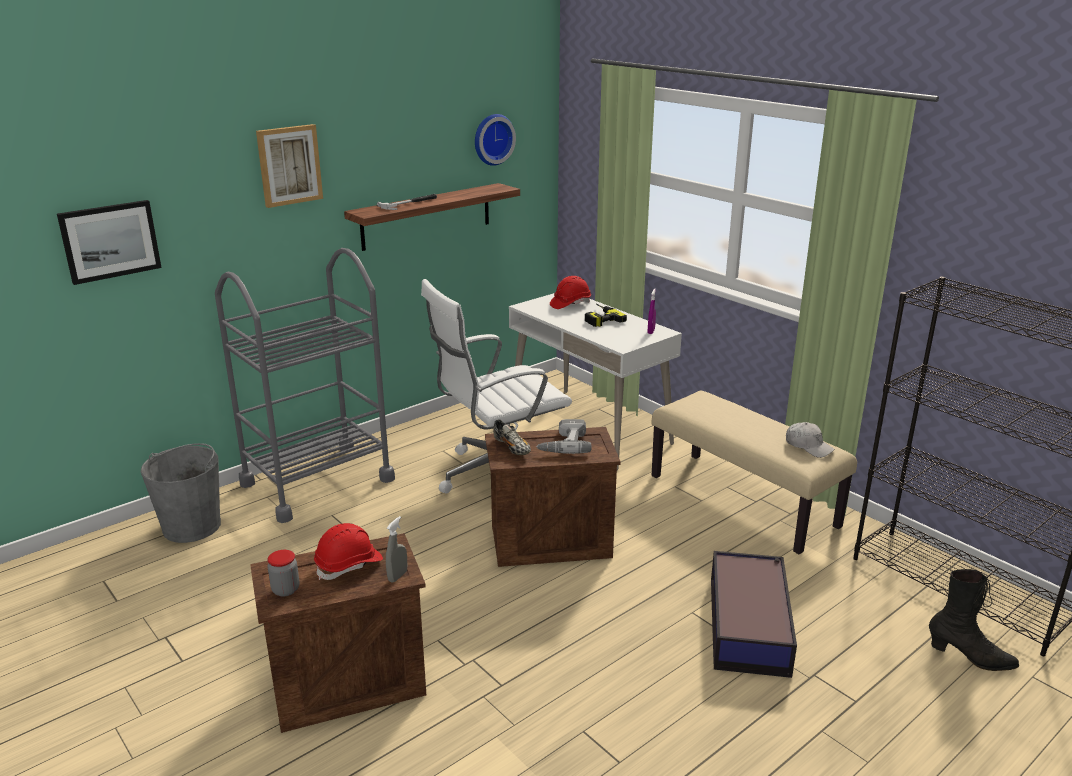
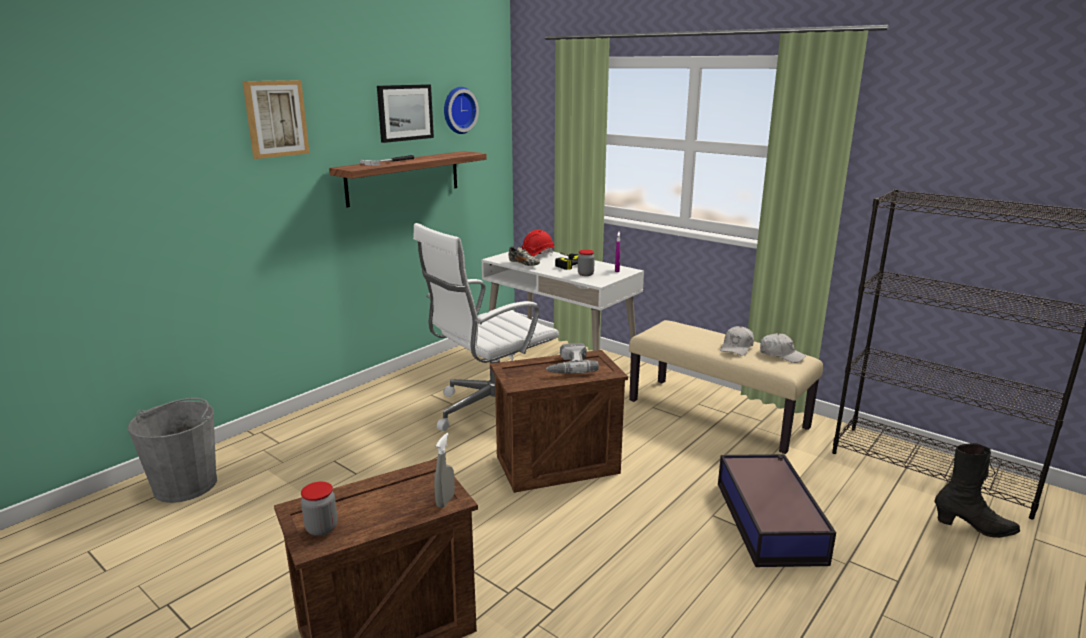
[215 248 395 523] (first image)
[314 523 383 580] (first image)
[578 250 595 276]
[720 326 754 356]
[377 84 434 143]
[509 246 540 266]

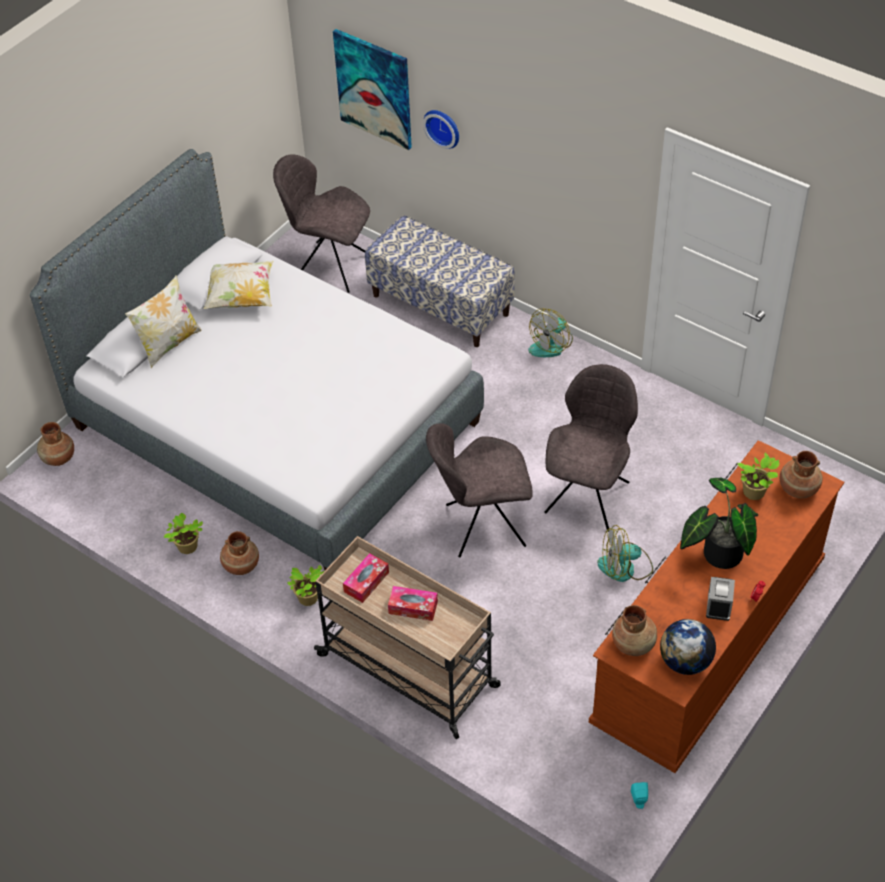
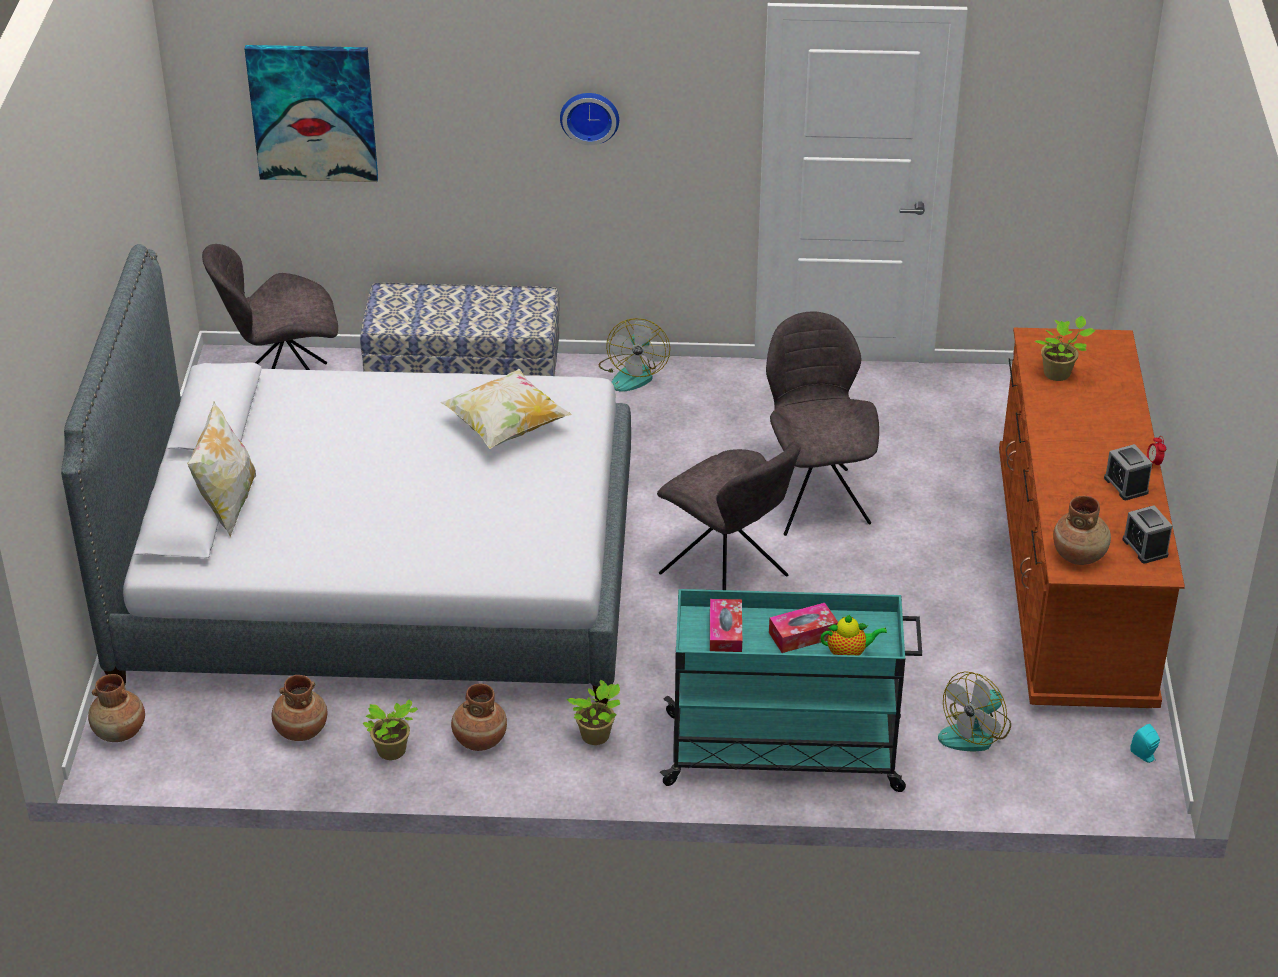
[680 478 758 569] (first image)
[821 614 887 655]
[440 369 571 449]
[560 93 619 145]
[938 671 1011 752]
[272 675 327 741]
[1123 505 1172 563]
[660 589 922 792]
[657 442 801 590]

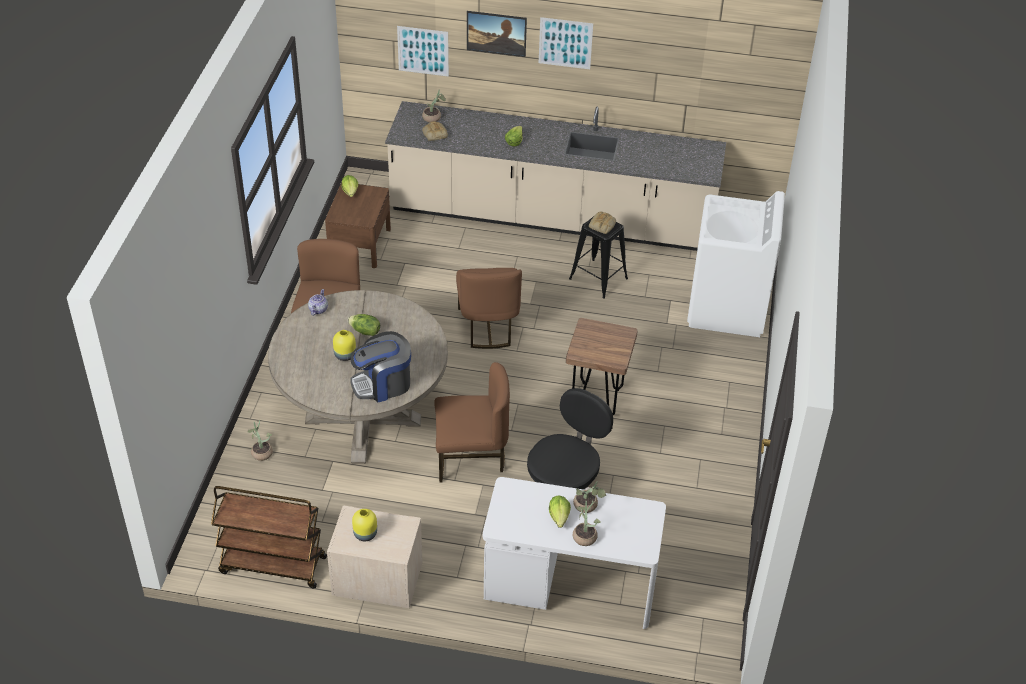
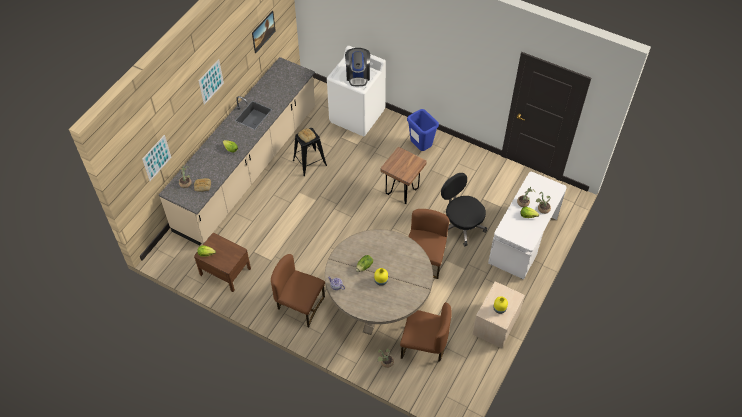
[211 486 327 589] (first image)
[407 109 439 151]
[345 48 370 86]
[400 302 452 362]
[252 11 276 53]

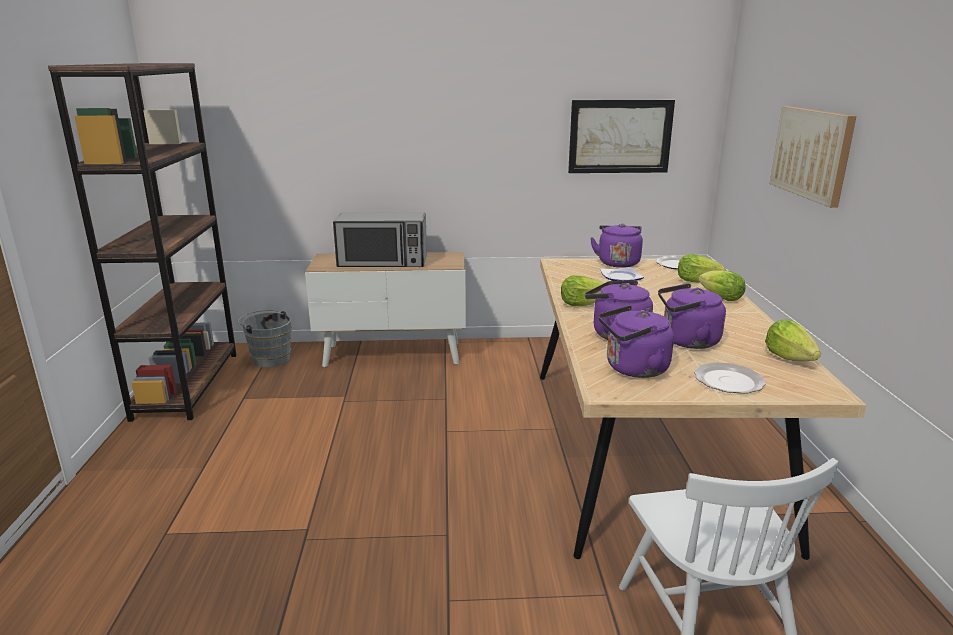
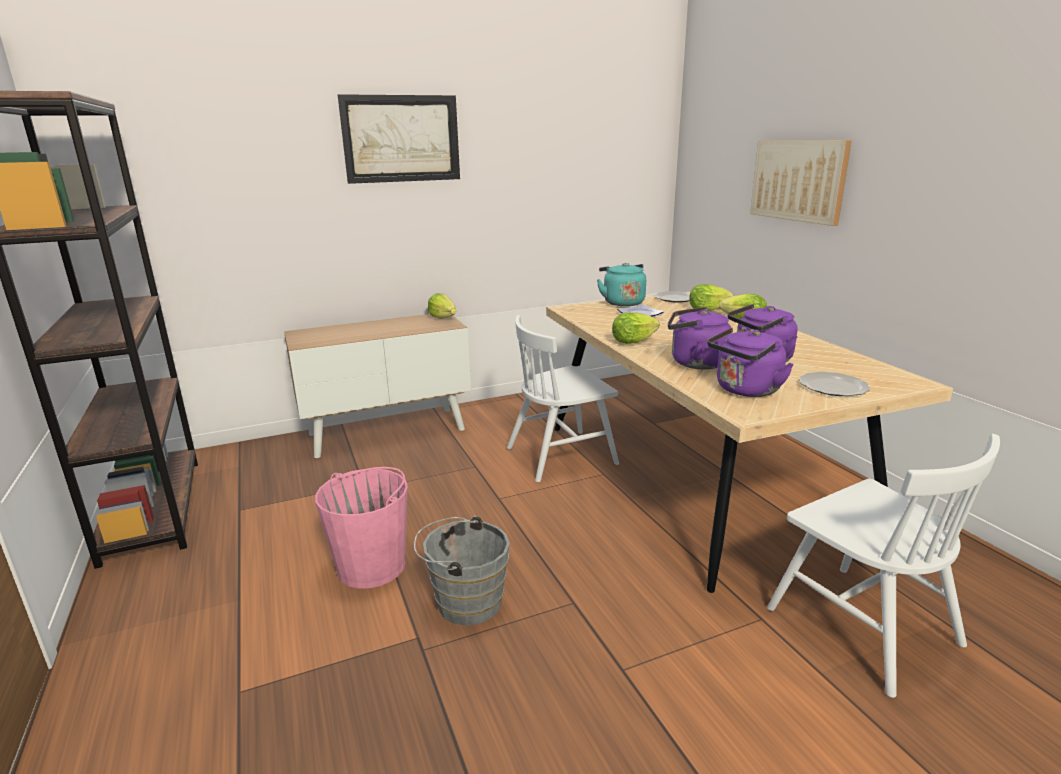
[333 212 427 267] (first image)
[315 467 408 589]
[507 315 619 482]
[414 515 510 626]
[338 94 460 184]
[428 293 456 319]
[597 263 646 306]

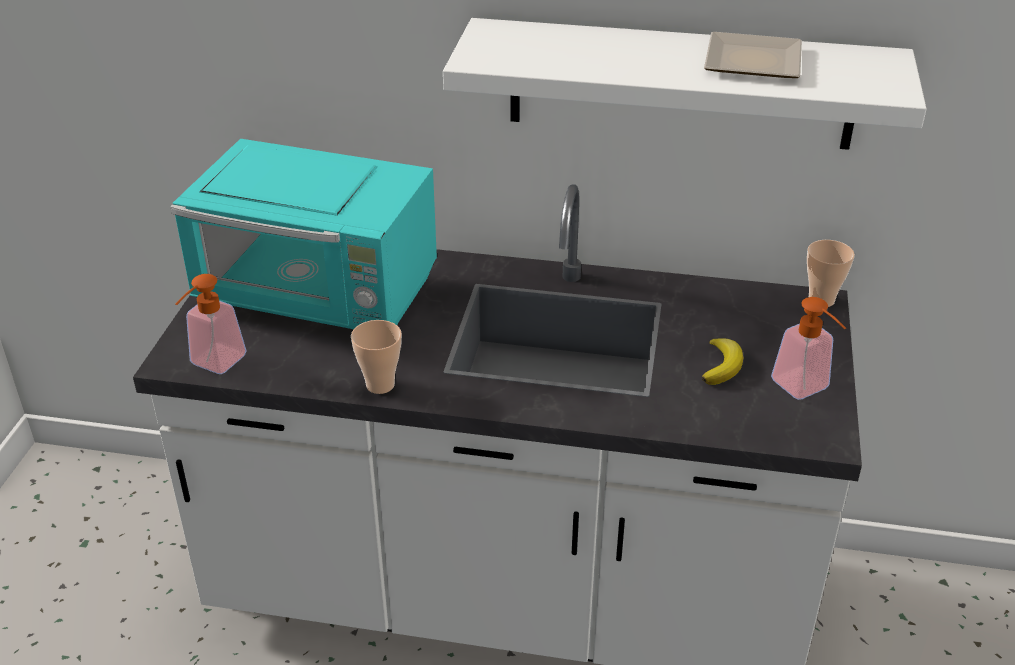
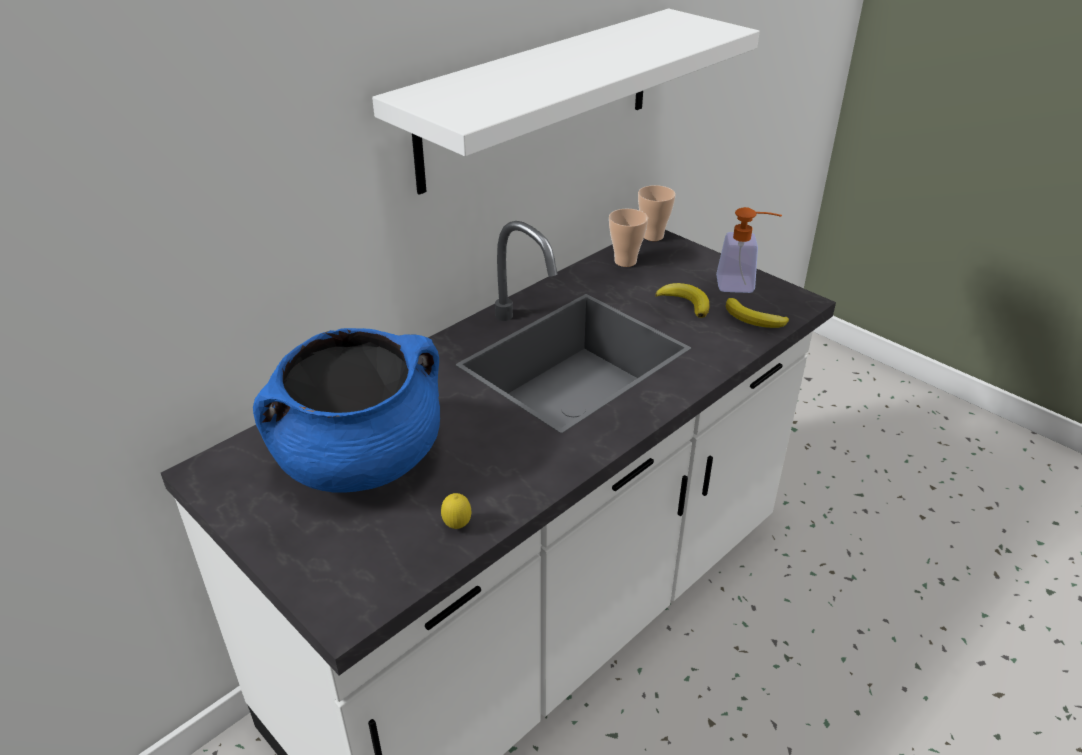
[175 274 247 374] (first image)
[704 32 802 78] (first image)
[441 493 471 529]
[726 298 789 328]
[609 209 648 267]
[253 328 440 493]

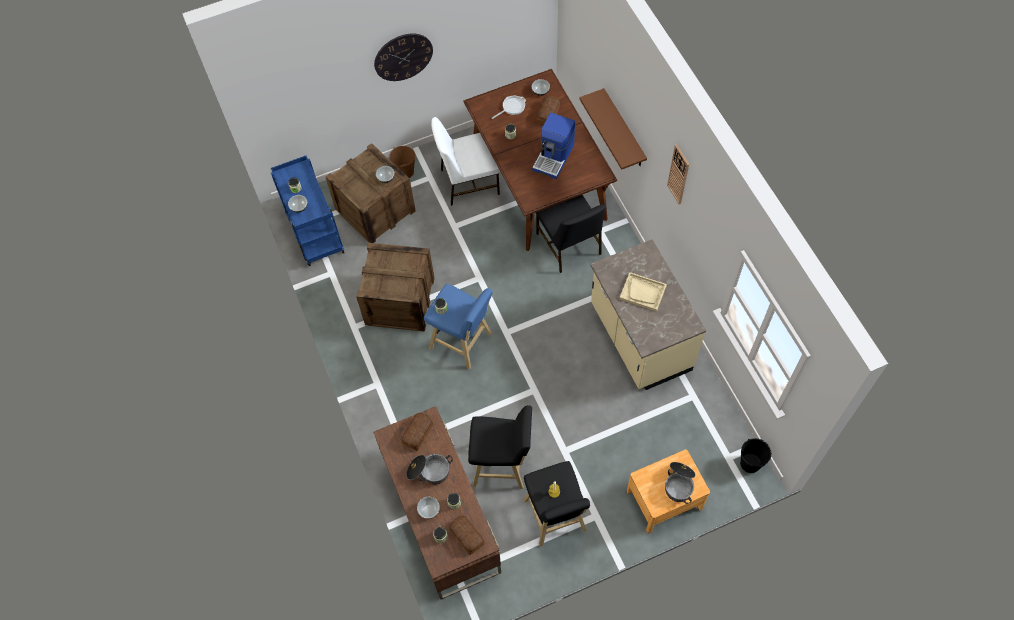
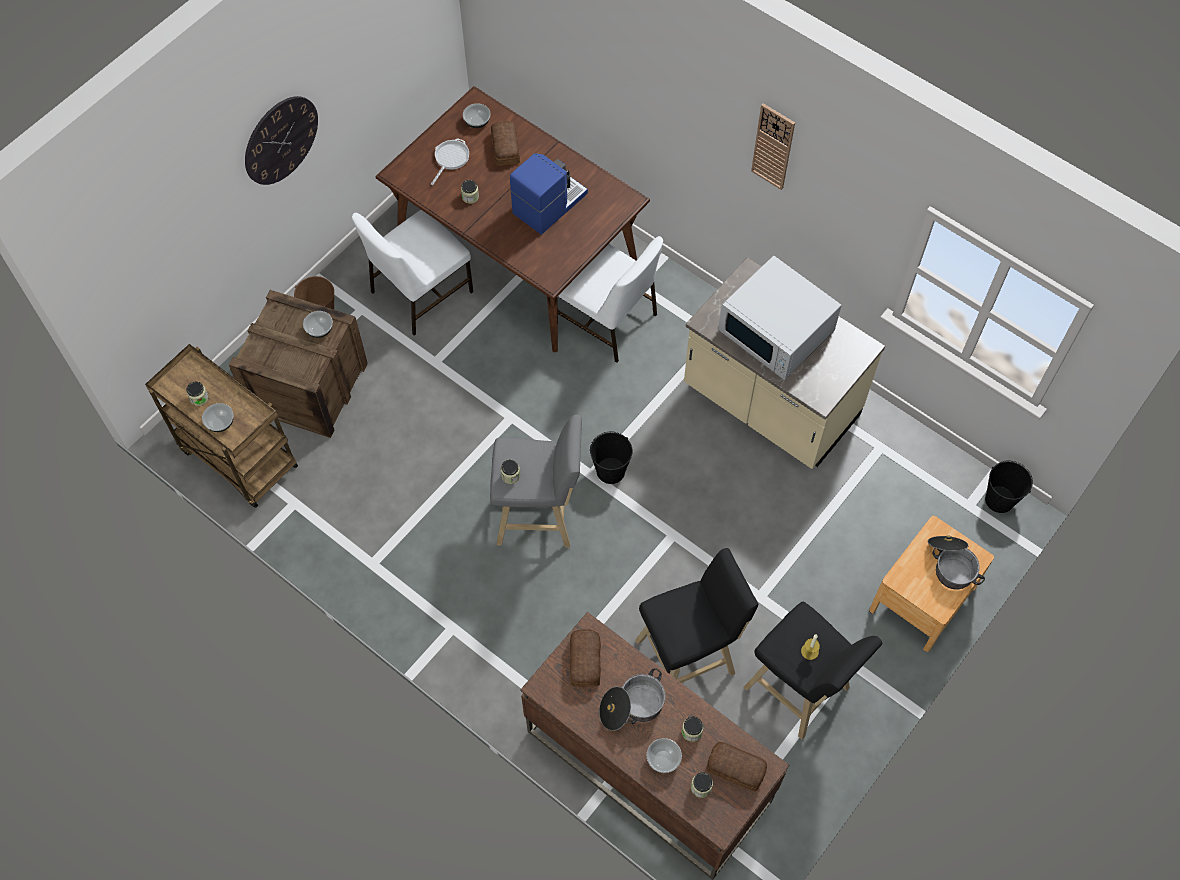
[356 243 435 332] (first image)
[579 88 647 170] (first image)
[590 432 633 484]
[718 256 841 380]
[145 344 298 508]
[490 415 582 548]
[558 236 663 363]
[510 153 588 234]

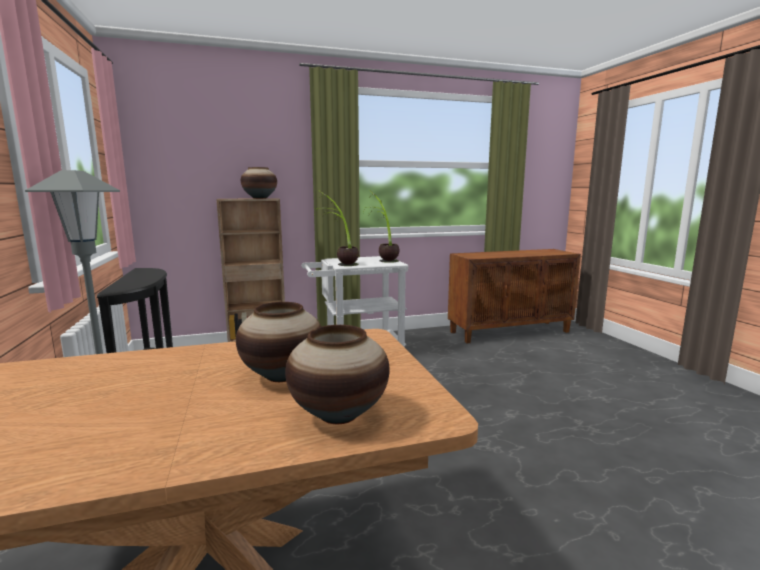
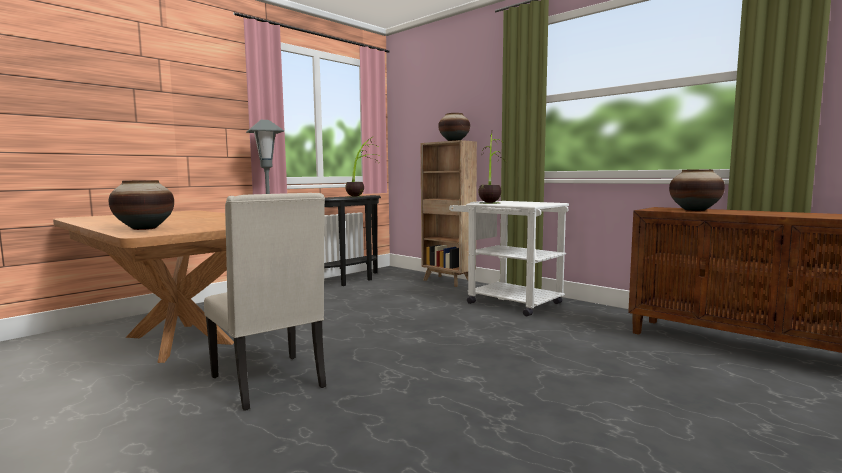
[204 193 326 411]
[669 169 725 211]
[345 136 381 197]

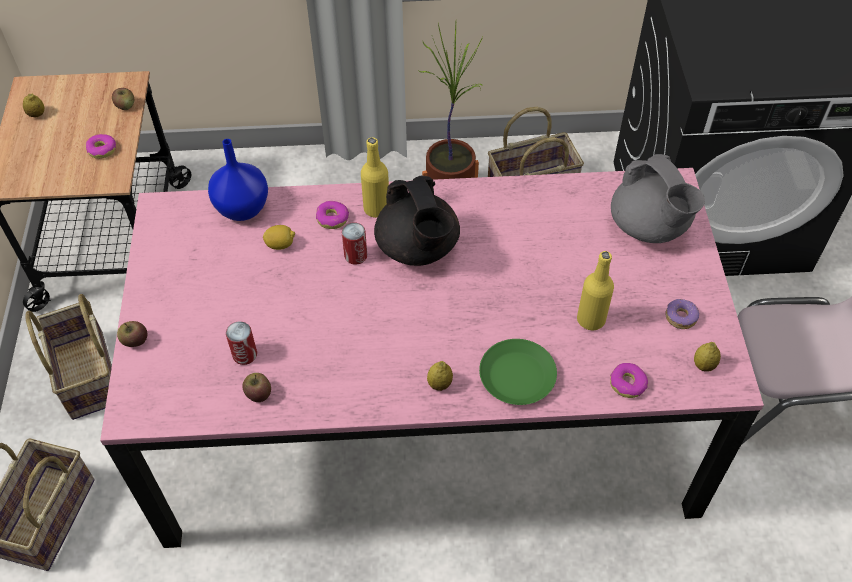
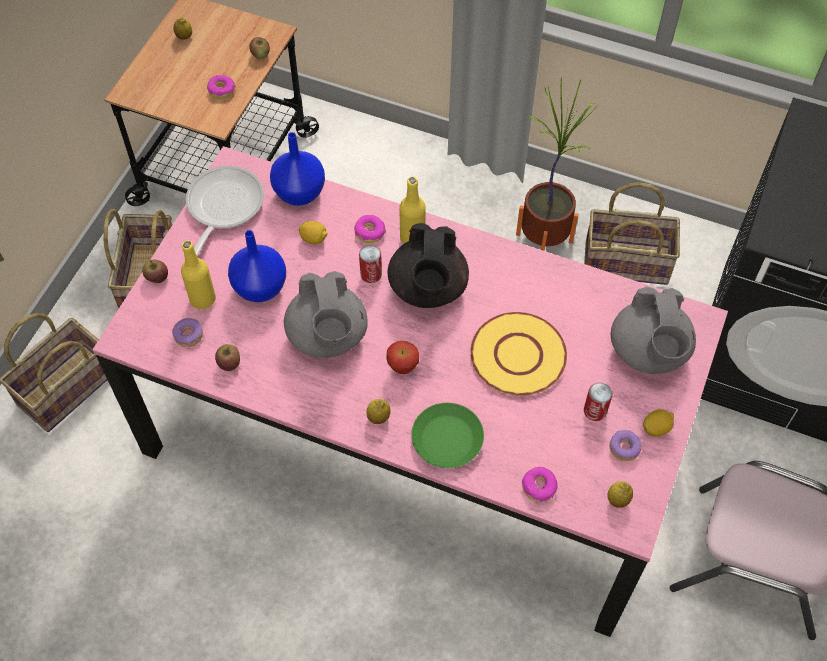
[172 318 203 347]
[186 166 264 256]
[228 230 286 302]
[284 271 368 358]
[386 341 419 374]
[470 312 567 396]
[643 409 674 437]
[584 383 612 421]
[181 240 216 309]

